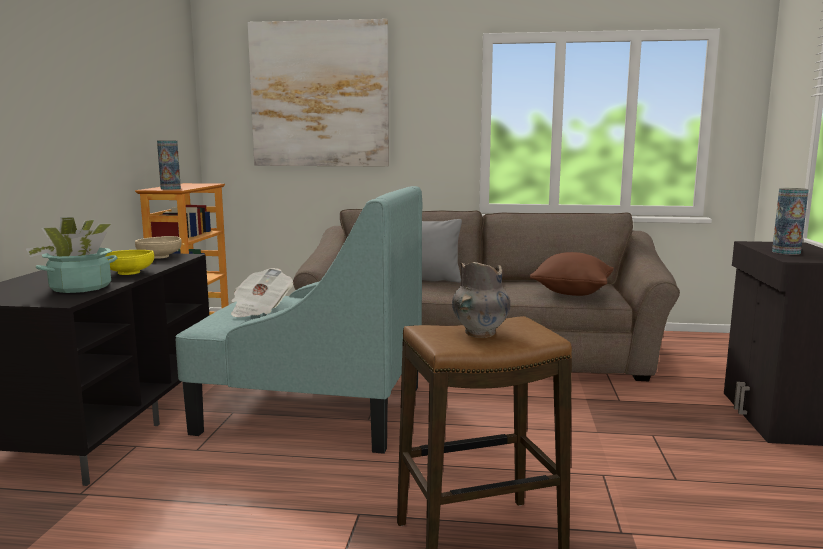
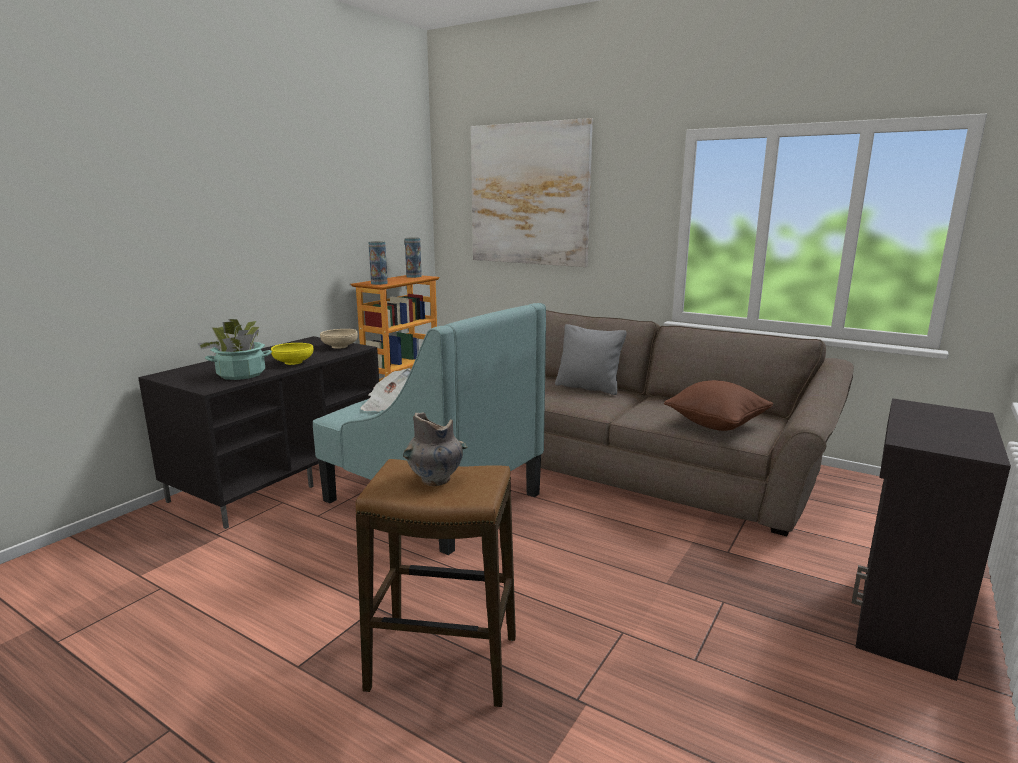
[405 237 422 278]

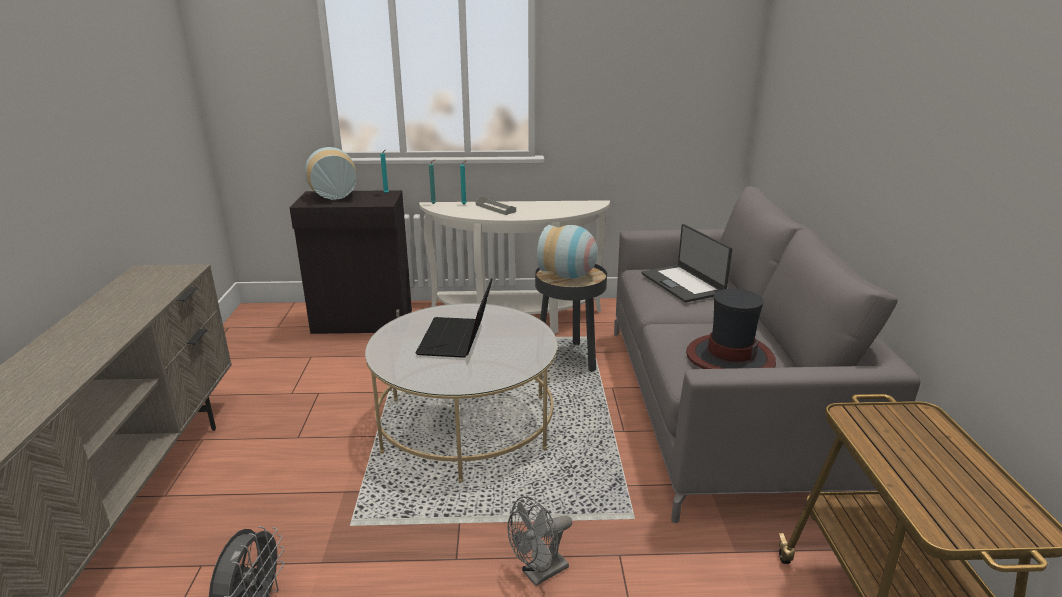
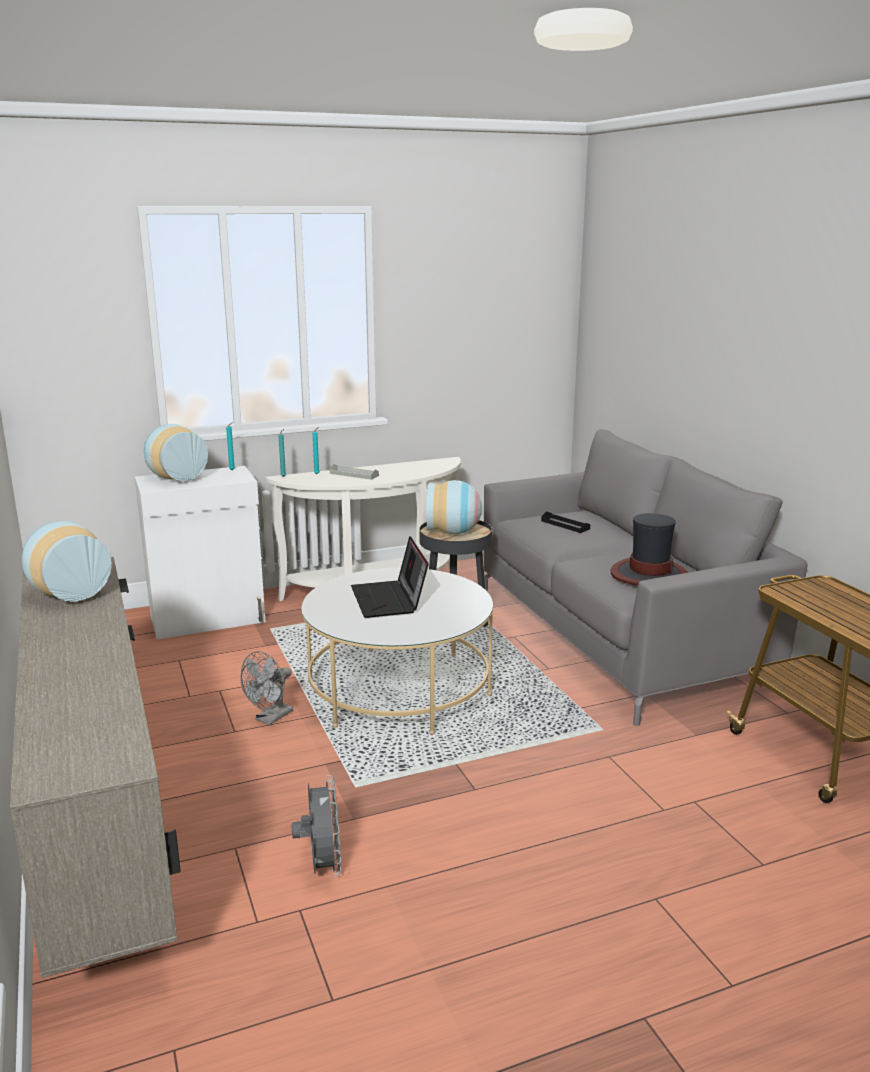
[22 521 112 602]
[241 651 293 725]
[541 511 590 533]
[135 466 266 639]

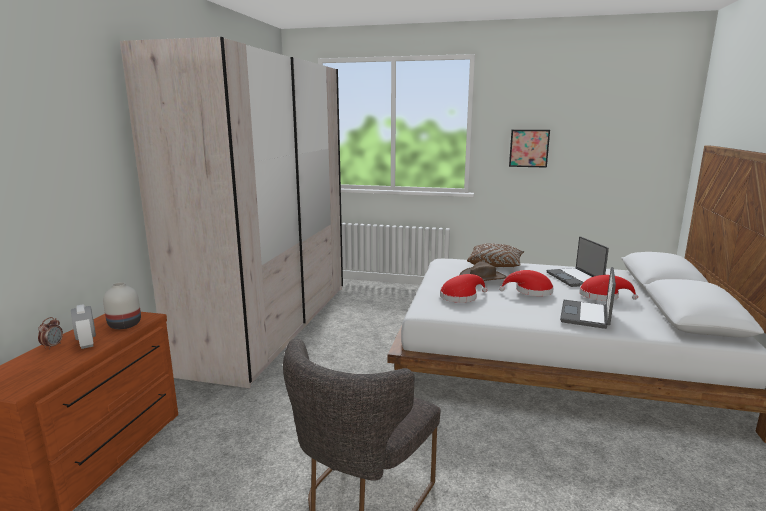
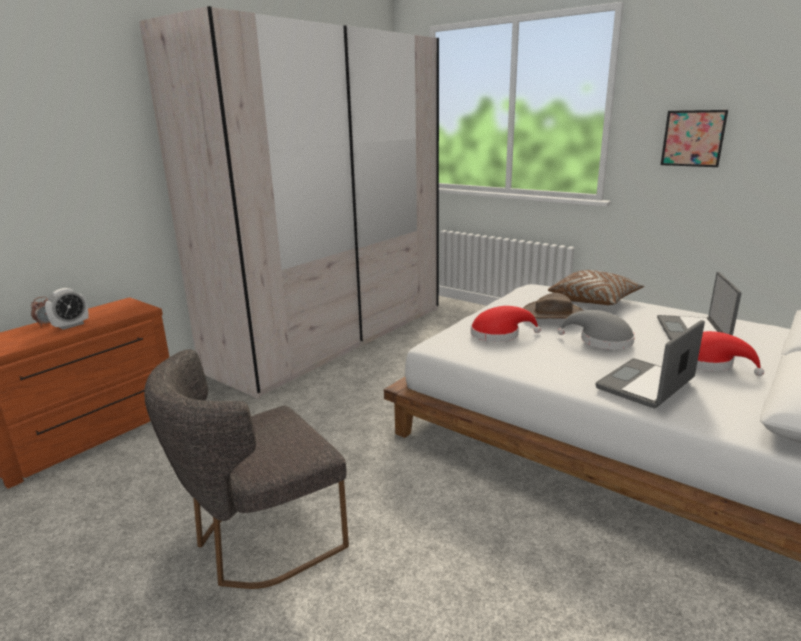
[103 282 141 329] (first image)
[557 310 635 350]
[45 288 89 330]

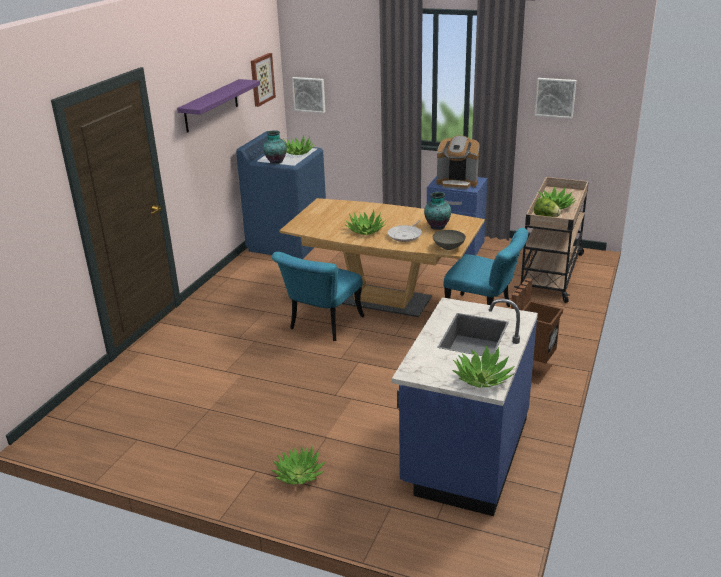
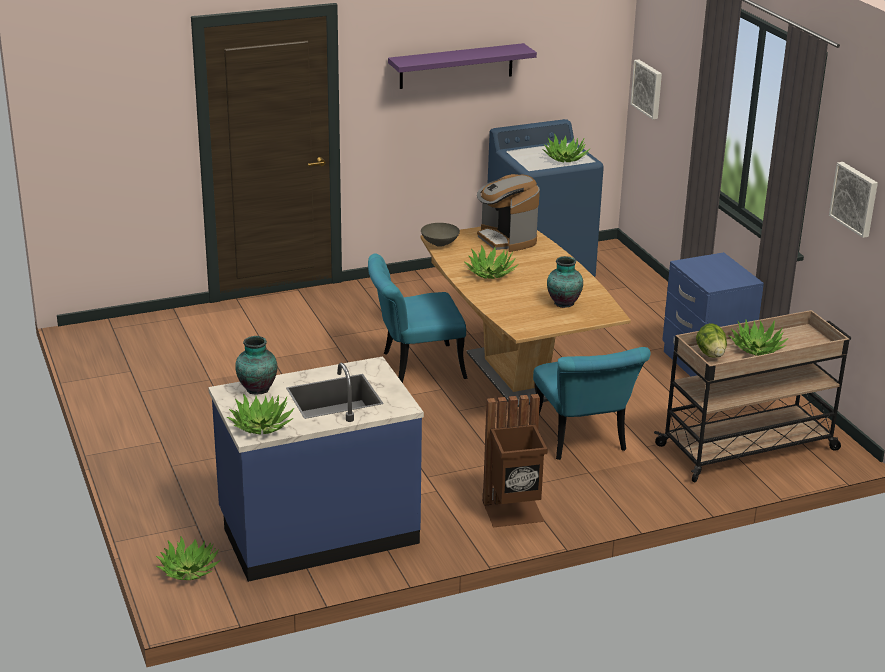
[251 53 276 107] (first image)
[387 220 422 242] (first image)
[235 336 277 395]
[156 537 221 580]
[421 223 460 247]
[477 174 540 252]

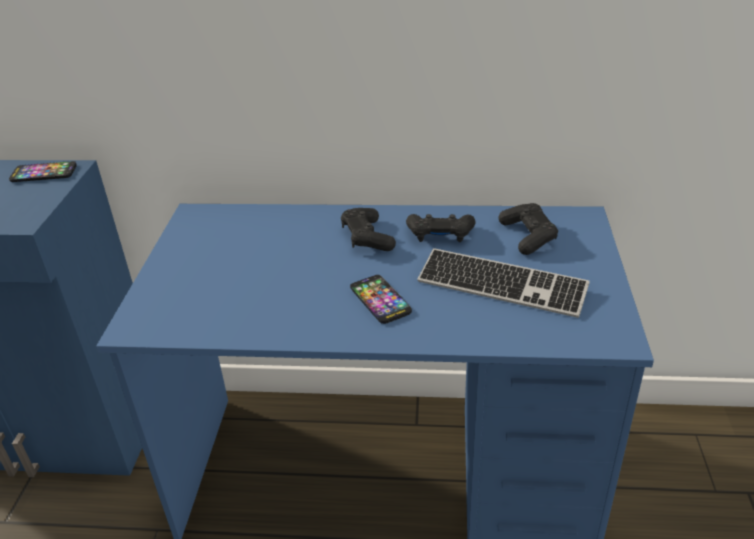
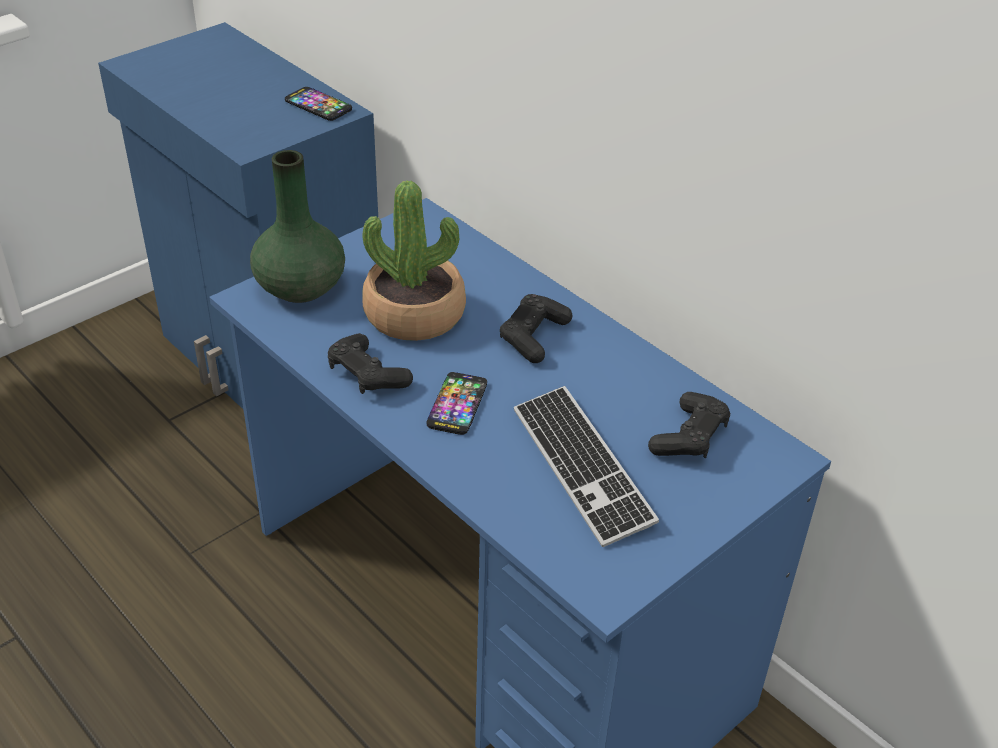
[250 150 345 303]
[362 180 466 341]
[328 333 413 394]

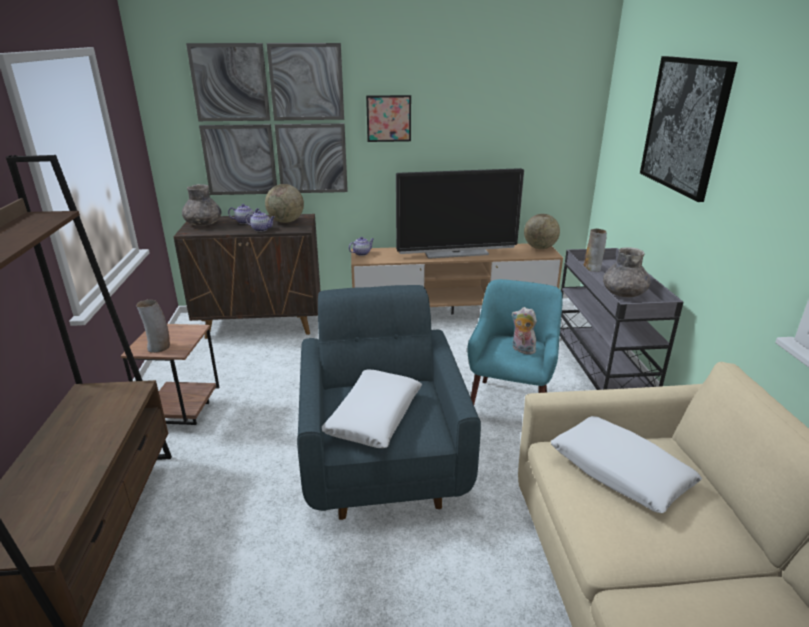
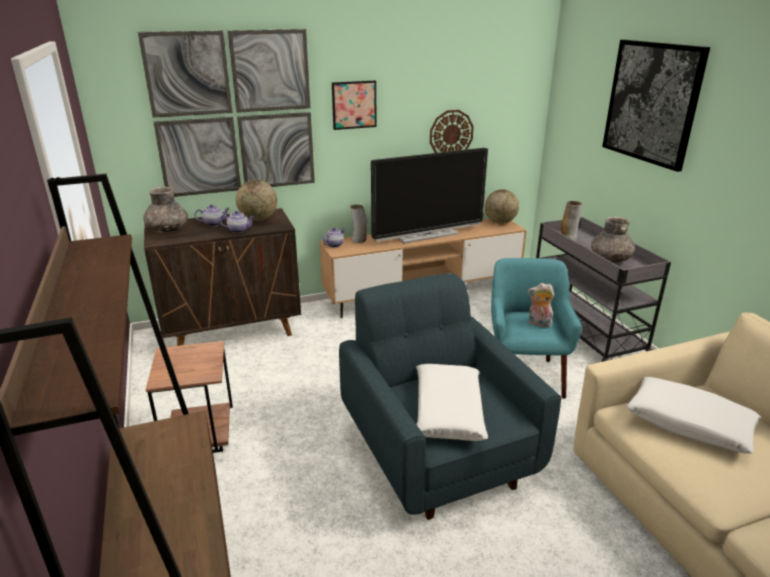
[430 110 474 153]
[350 204 367 243]

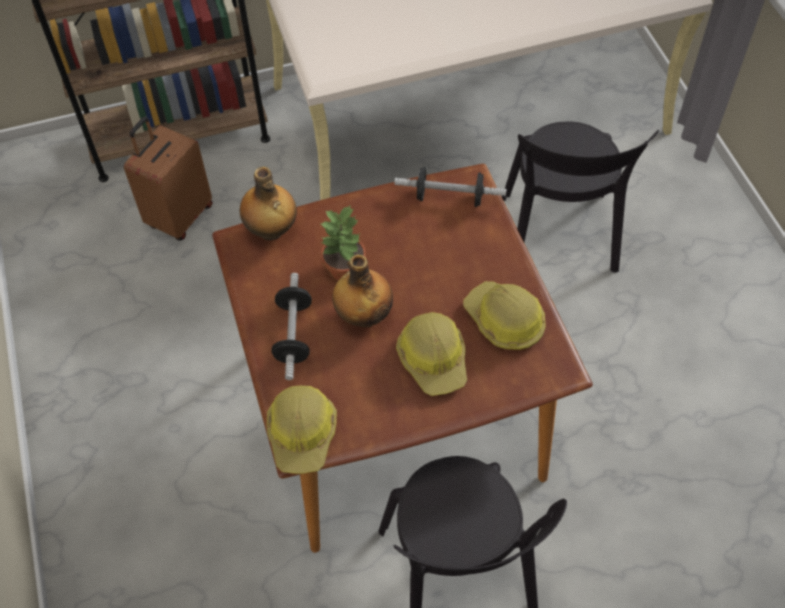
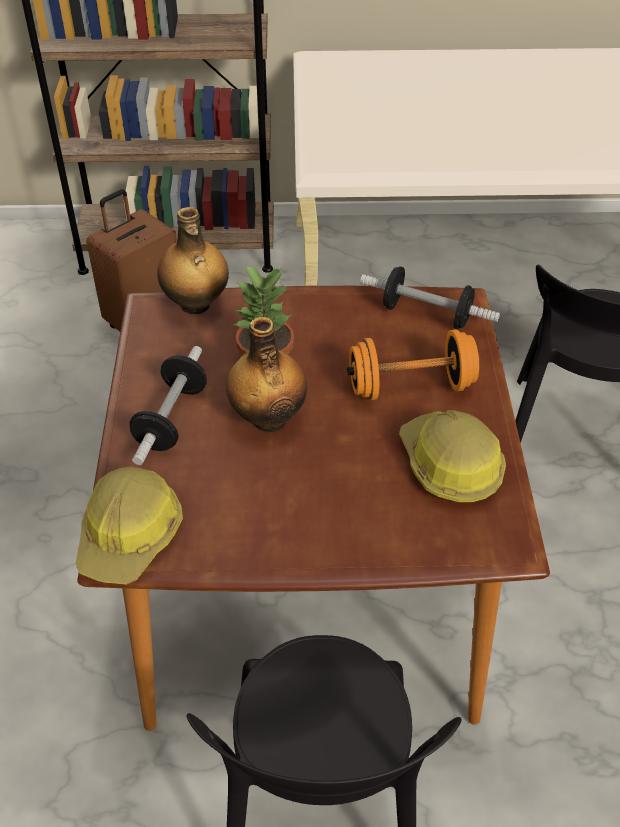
[396 312 467 396] (first image)
[347 330 479 400]

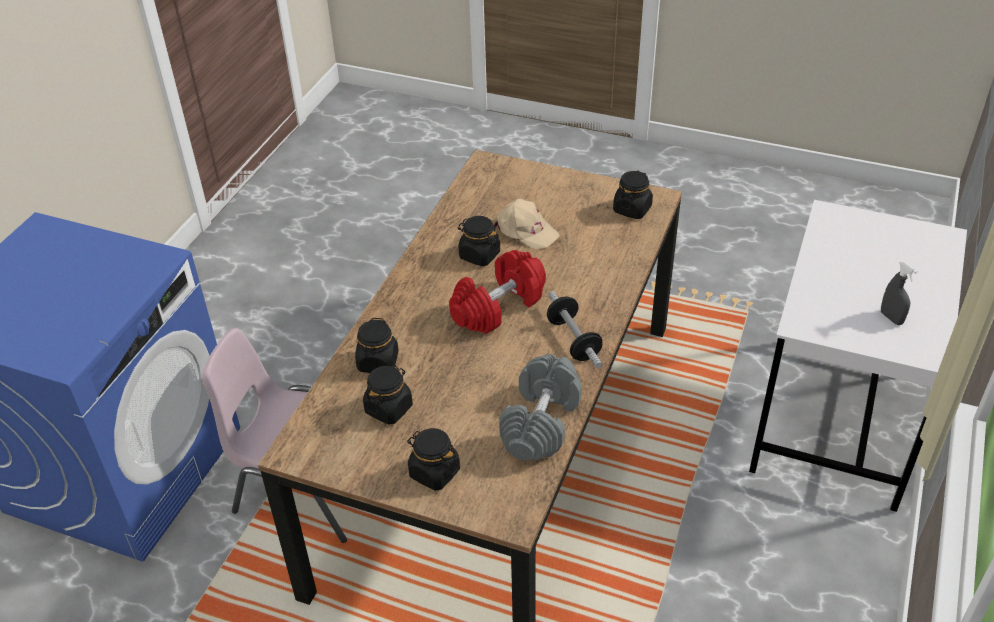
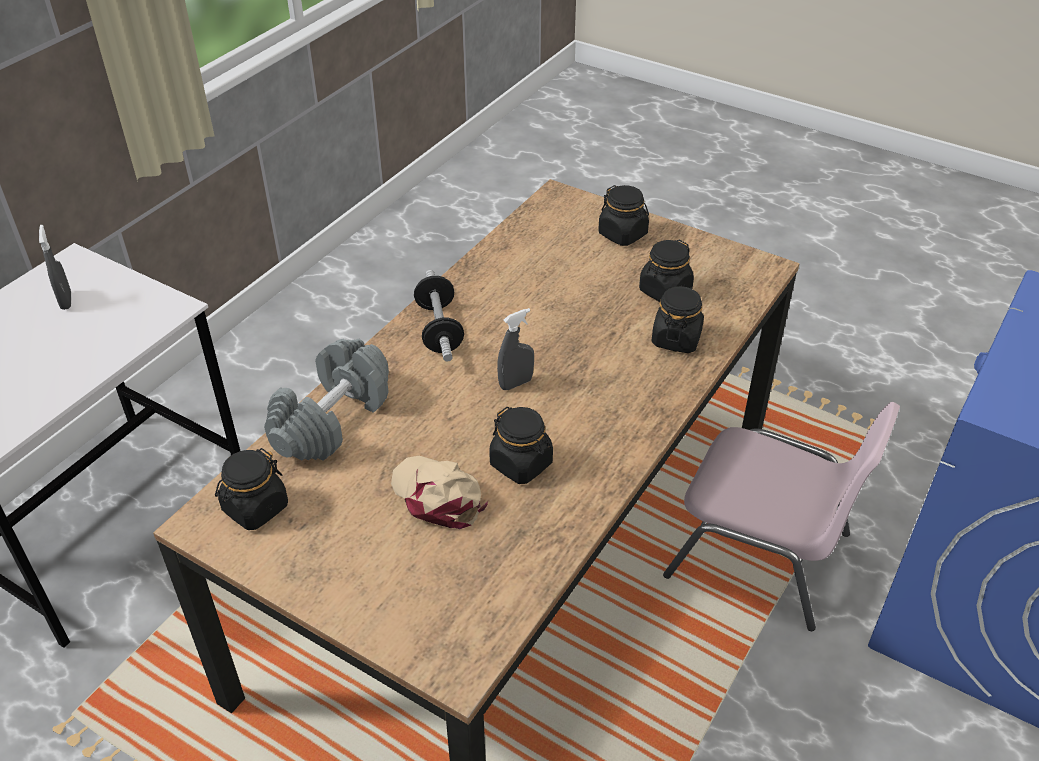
[264 339 389 461]
[497 308 534 390]

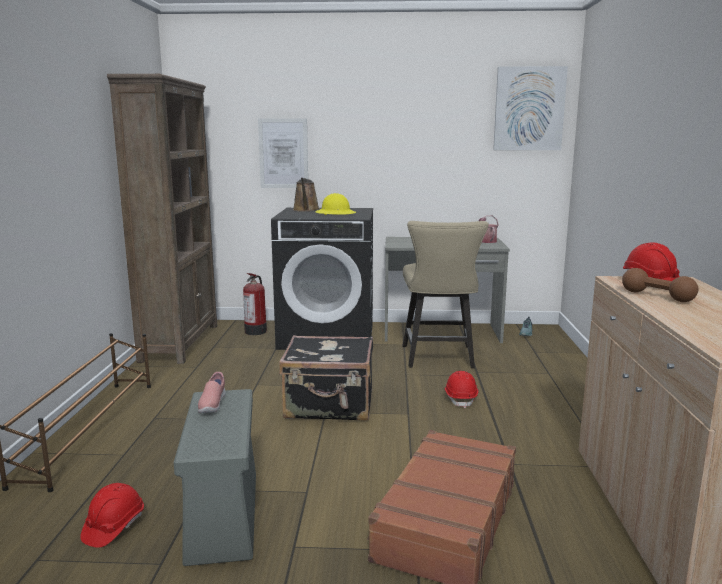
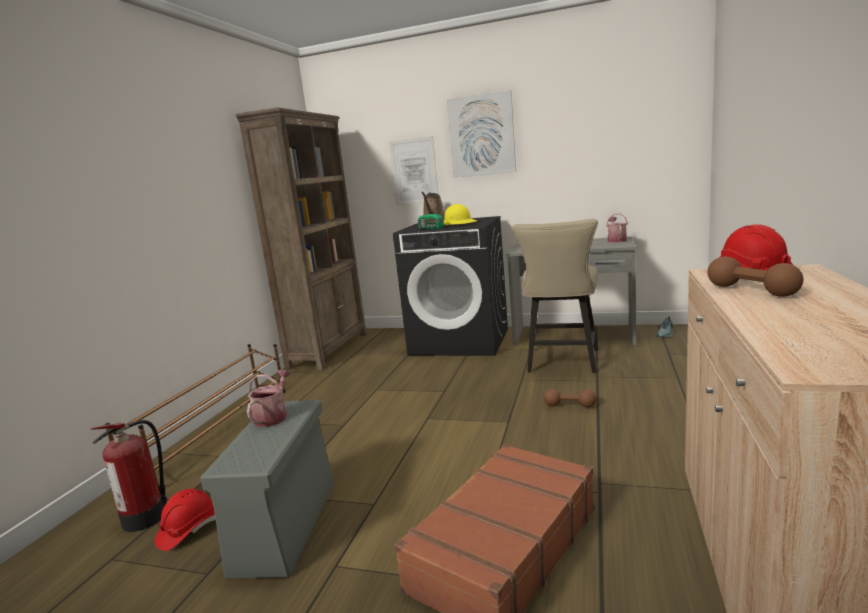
[279 335 373 421] (first image)
[418 203 444 229]
[90 420 167 532]
[447 90 516 178]
[247 370 291 427]
[543 389 597 407]

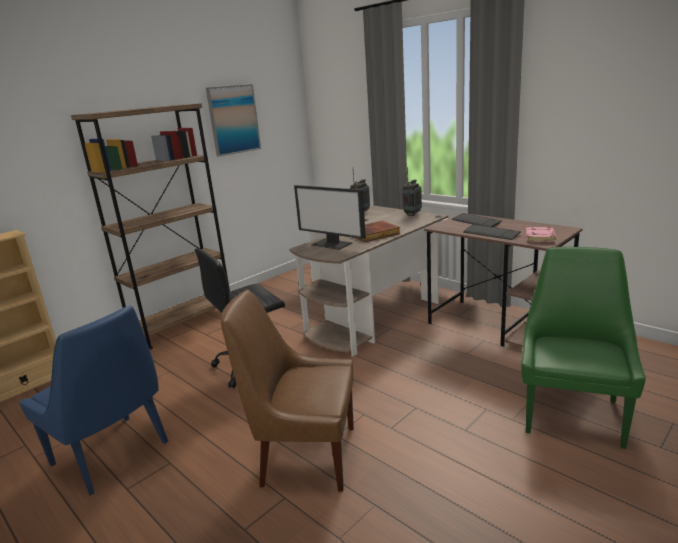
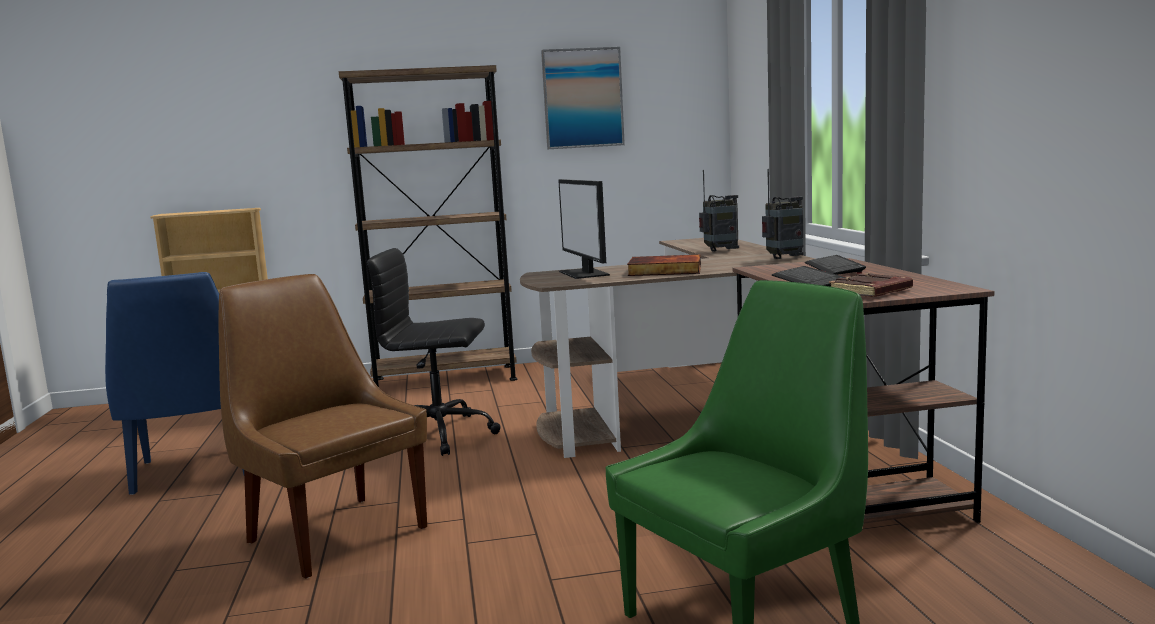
[829 273 913 297]

